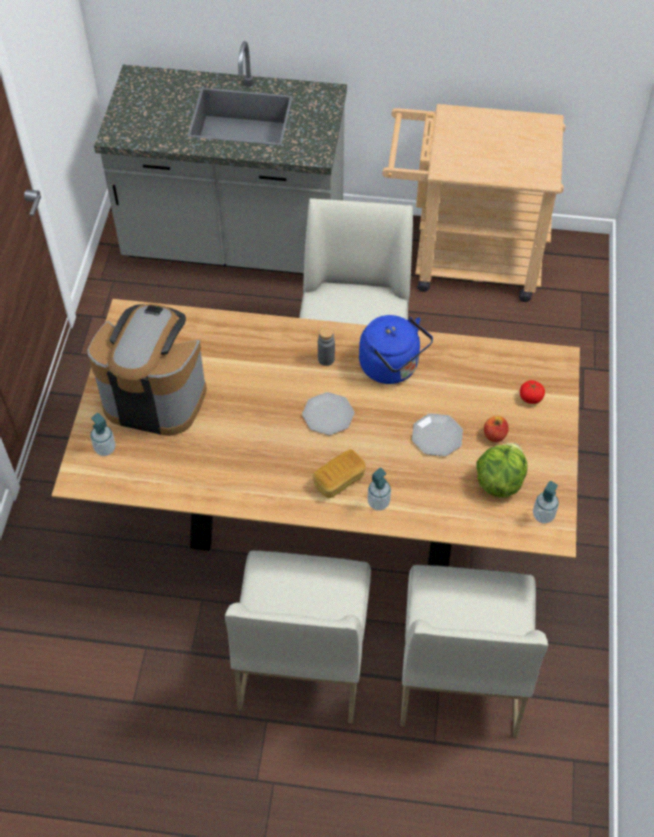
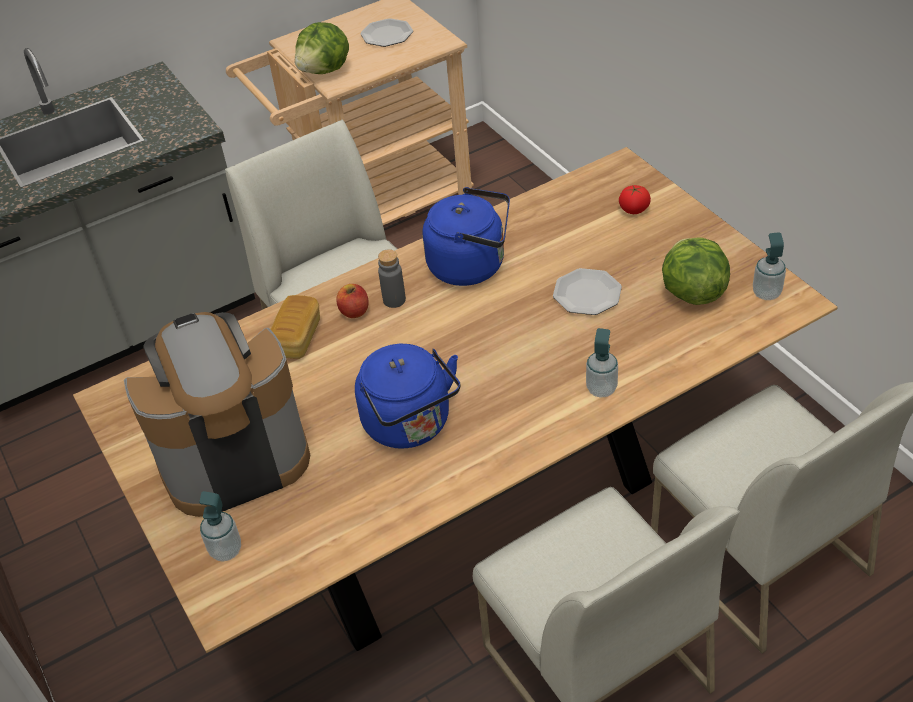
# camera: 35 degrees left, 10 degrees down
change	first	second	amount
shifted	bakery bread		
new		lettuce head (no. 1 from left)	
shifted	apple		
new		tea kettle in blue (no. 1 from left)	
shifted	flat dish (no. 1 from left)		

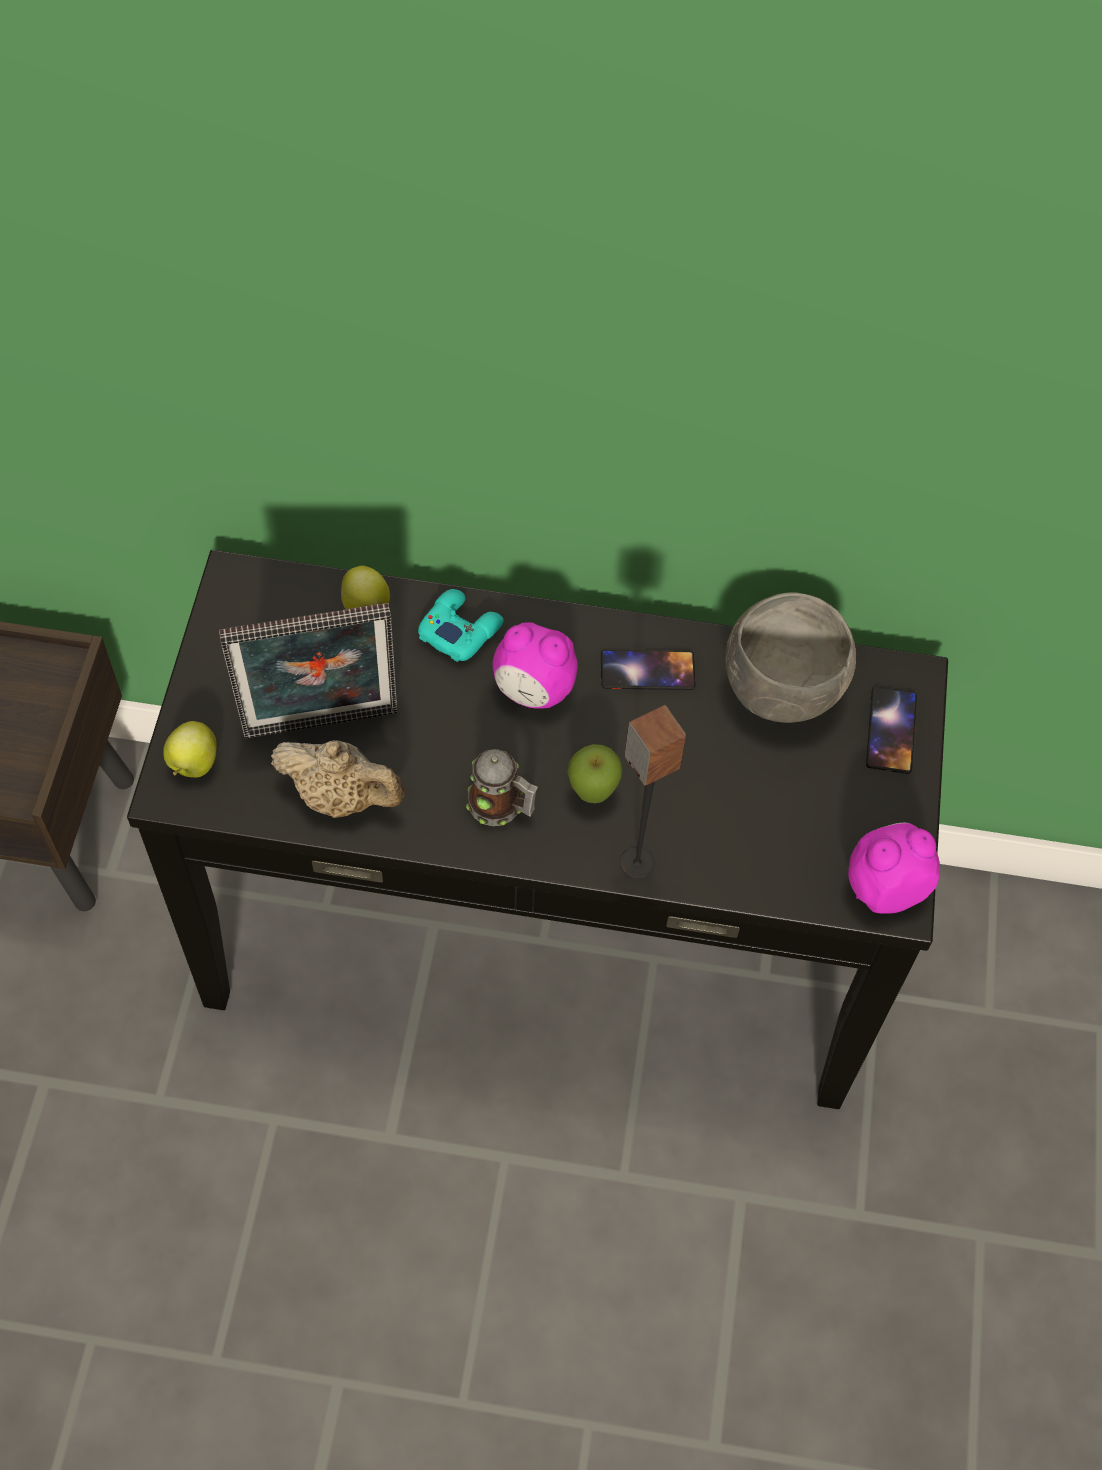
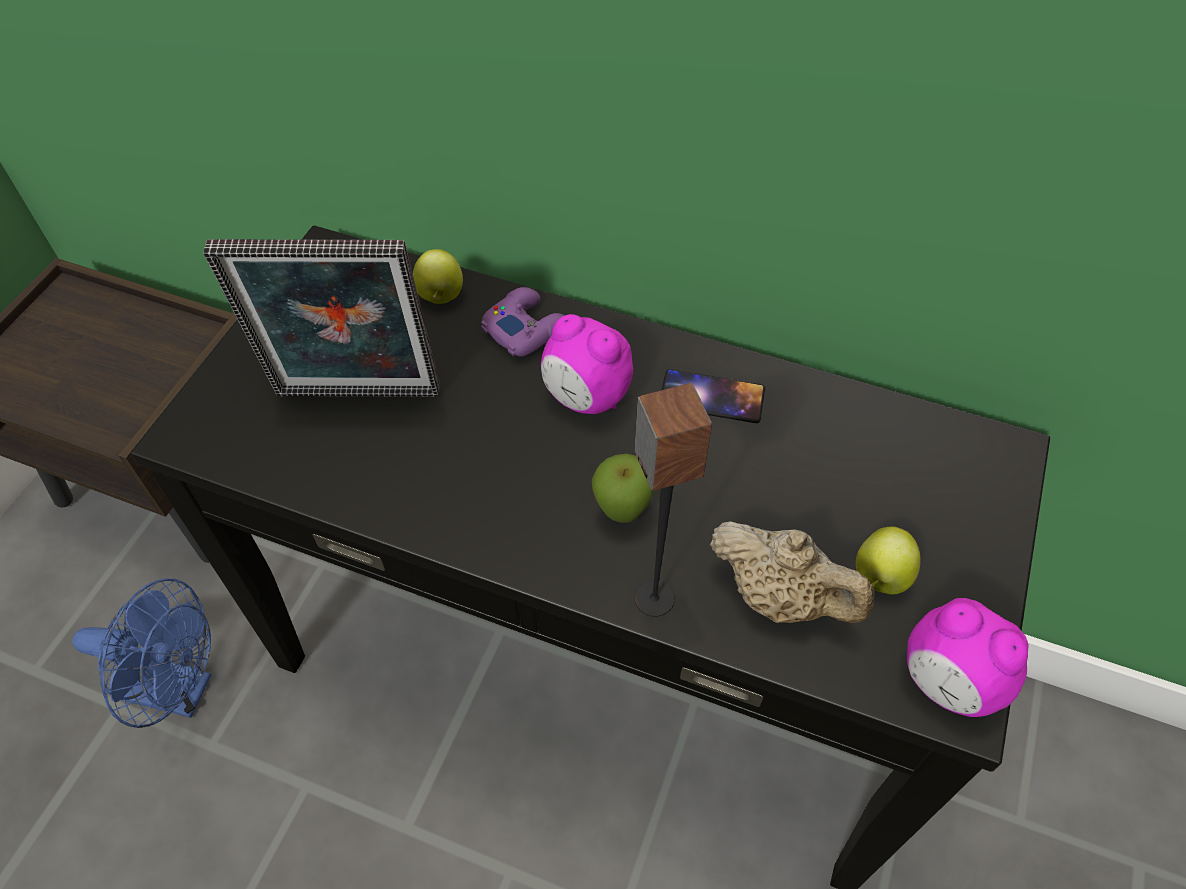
# camera: 15 degrees right, 5 degrees down
change	first	second	amount
new		fan in blue	
repainted	gamepad in turquoise	gamepad in purple-coloured	
shifted	pot for tea in beige-coloured		
shifted	apple (no. 1 from left in the first image)	apple (no. 3 from left)	
rotated	bedside clock (no. 2 from left)		135 degrees counterclockwise
gone	mug		
gone	bowl in greyish		
gone	telephone (no. 2 from left)		

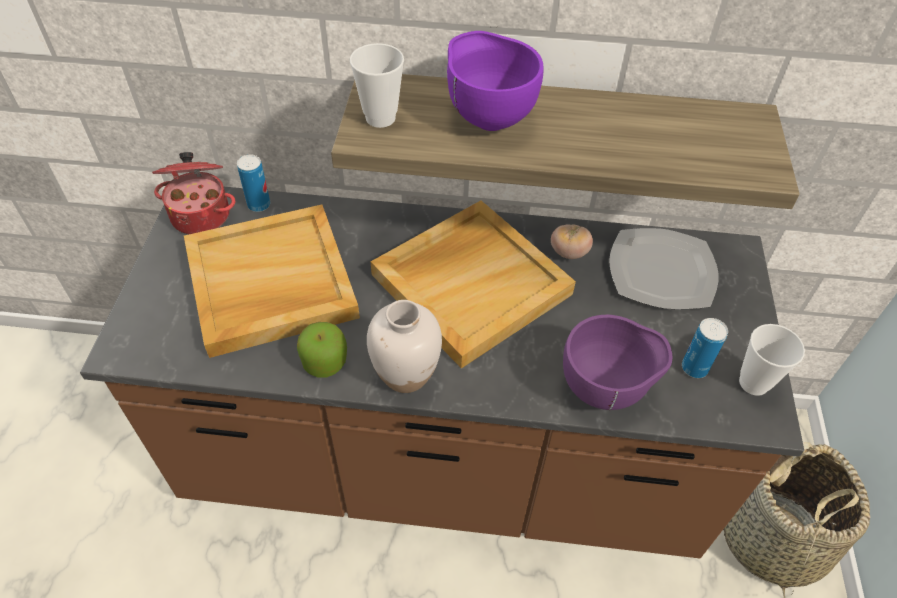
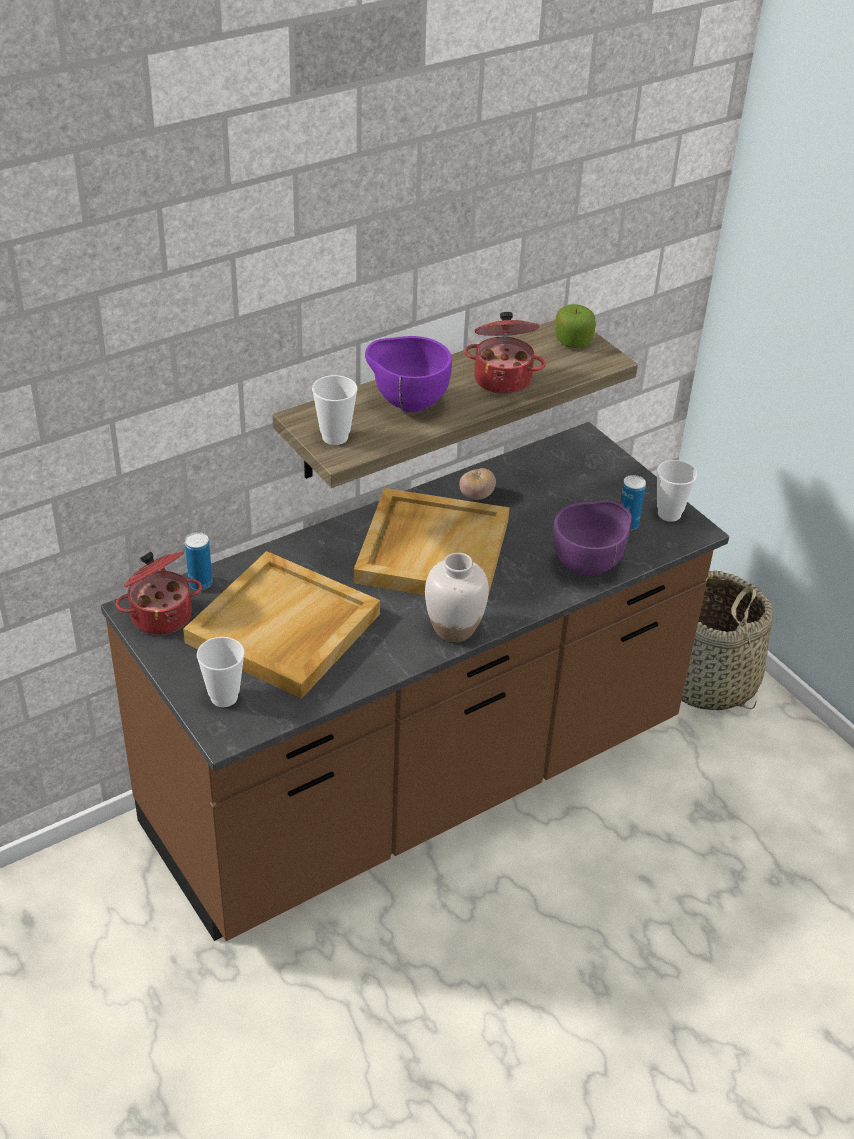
# camera: 40 degrees left, 10 degrees down
change	first	second	amount
new		drinking cup (no. 1 from left)	
new		stockpot (no. 2 from left)	
shifted	apple		
gone	flat dish		

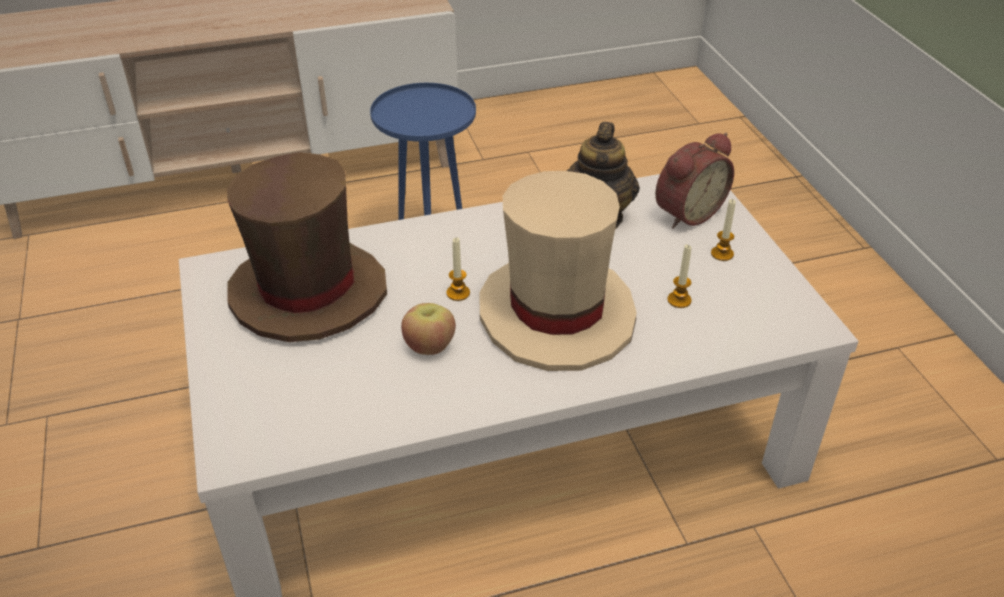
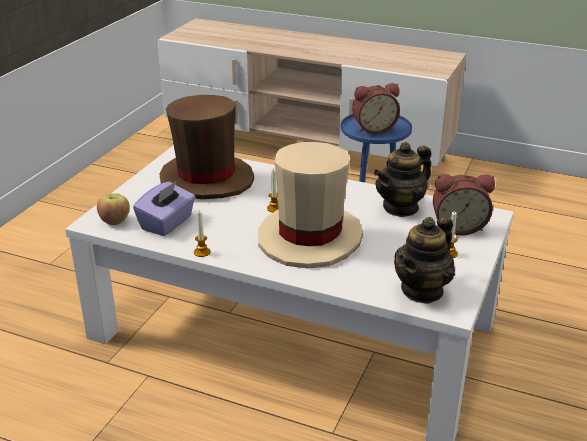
# camera: 40 degrees right, 10 degrees down
change	first	second	amount
shifted	apple		
new		box of tissues in purple-coloured	
shifted	candle (no. 2 from left in the first image)	candle (no. 1 from left)	
new		bedside clock (no. 1 from left)	
new		pot for tea (no. 2 from left)	

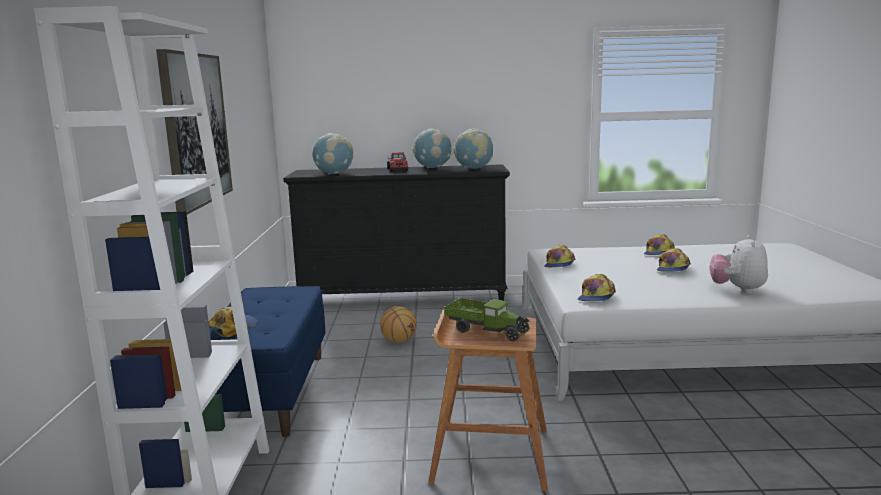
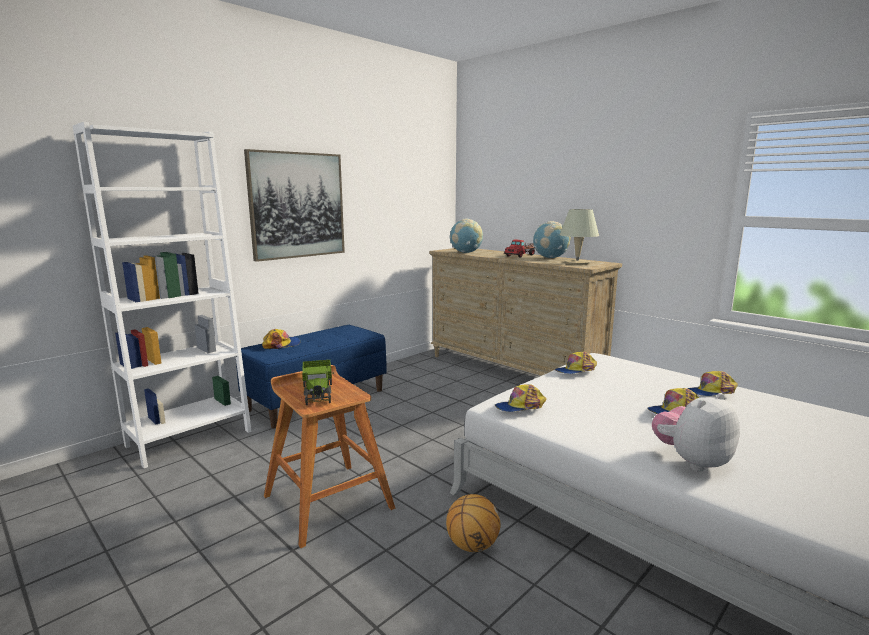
# camera: 45 degrees right, 0 degrees up
change	first	second	amount
repainted	drawer chest in black	drawer chest in beige-coloured	
shifted	basketball ball		
swapped	globe (no. 3 from left)	lamp for a table in beige-coloured	

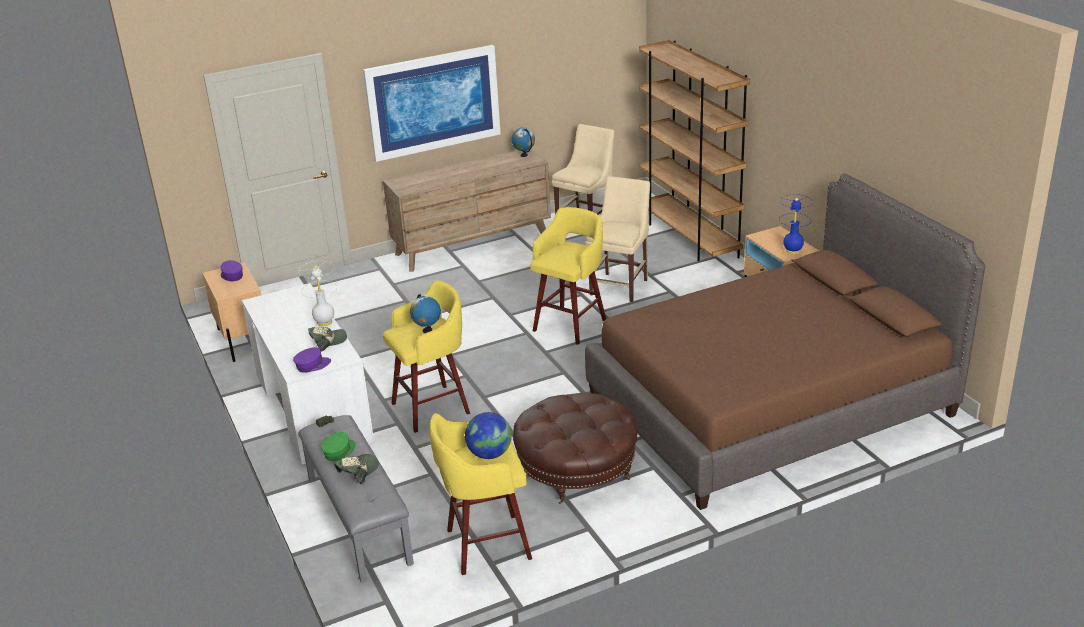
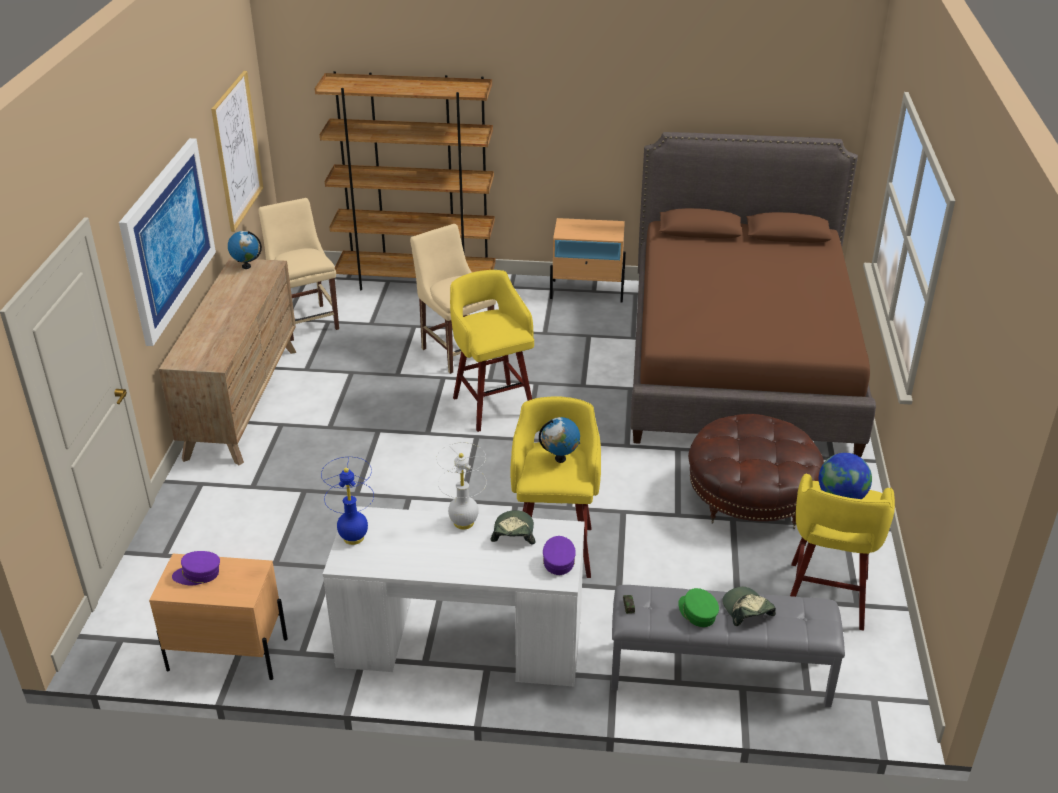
# camera: 60 degrees left, 5 degrees up
change	first	second	amount
new		wall picture (no. 2 from left)	
shifted	lamp for a table in blue		

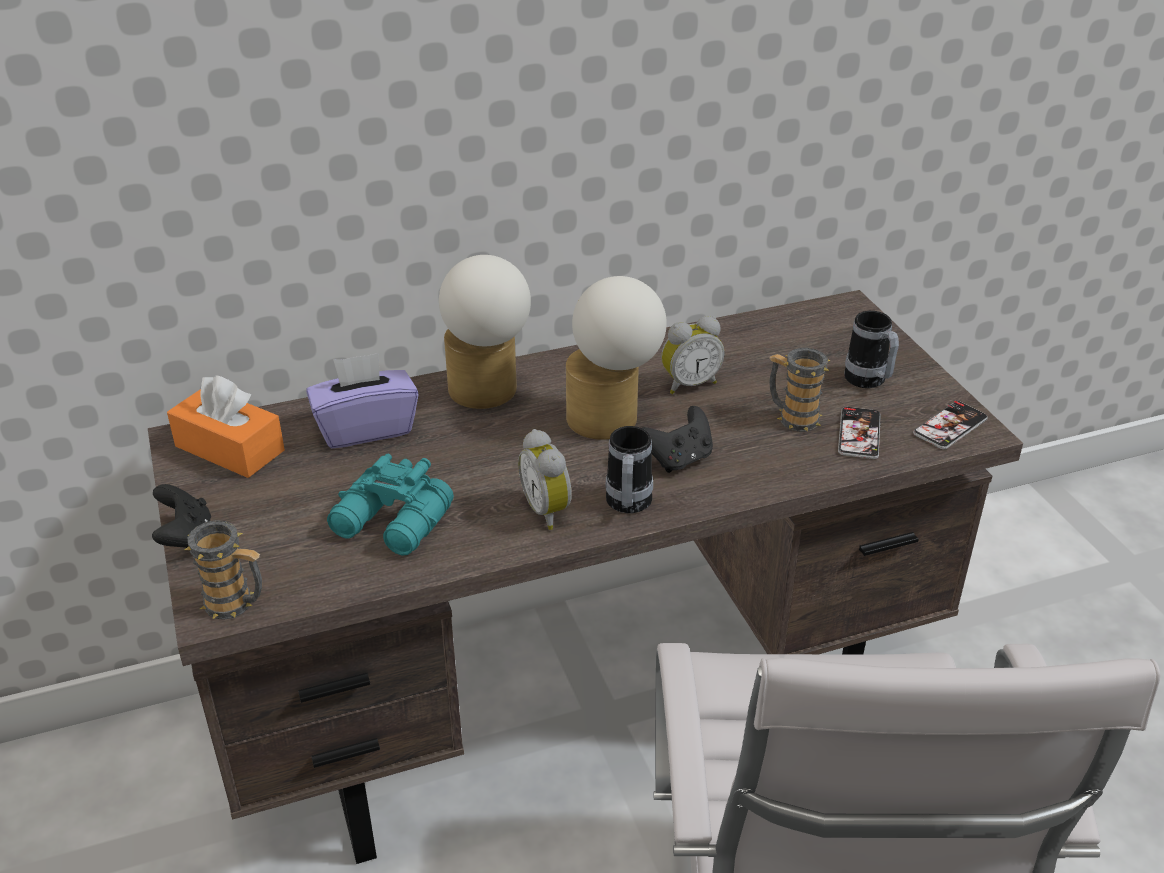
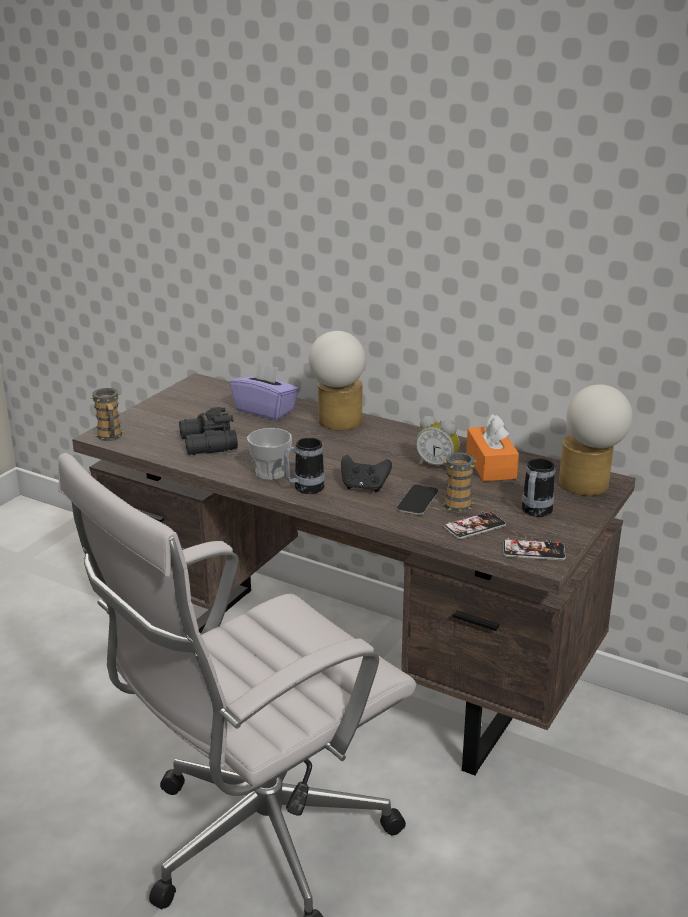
# camera: 50 degrees right, 10 degrees down
change	first	second	amount
repainted	pair of binoculars in turquoise	pair of binoculars in black	
swapped	bedside clock (no. 1 from left)	drinking cup	
new		telephone (no. 1 from left)	
shifted	box of tissues in orangey		
shifted	lamp for a table (no. 2 from left)		
gone	gamepad in black (no. 1 from left)		

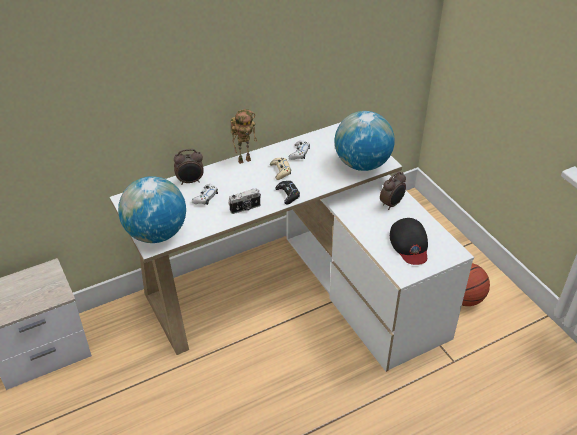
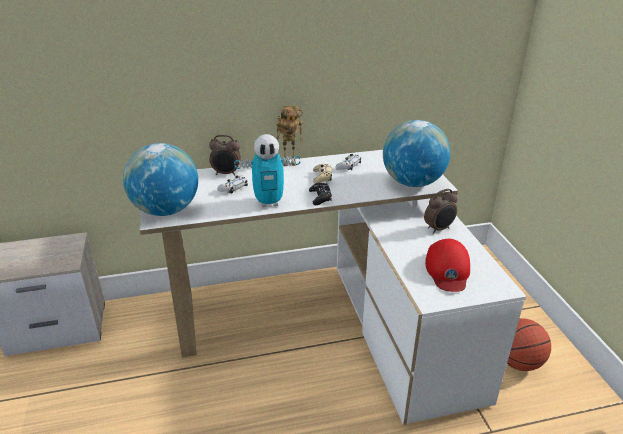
# camera: 15 degrees right, 10 degrees down
change	first	second	amount
swapped	still camera	model robot (no. 1 from left)	
repainted	peaked cap in black	peaked cap in reddish	

